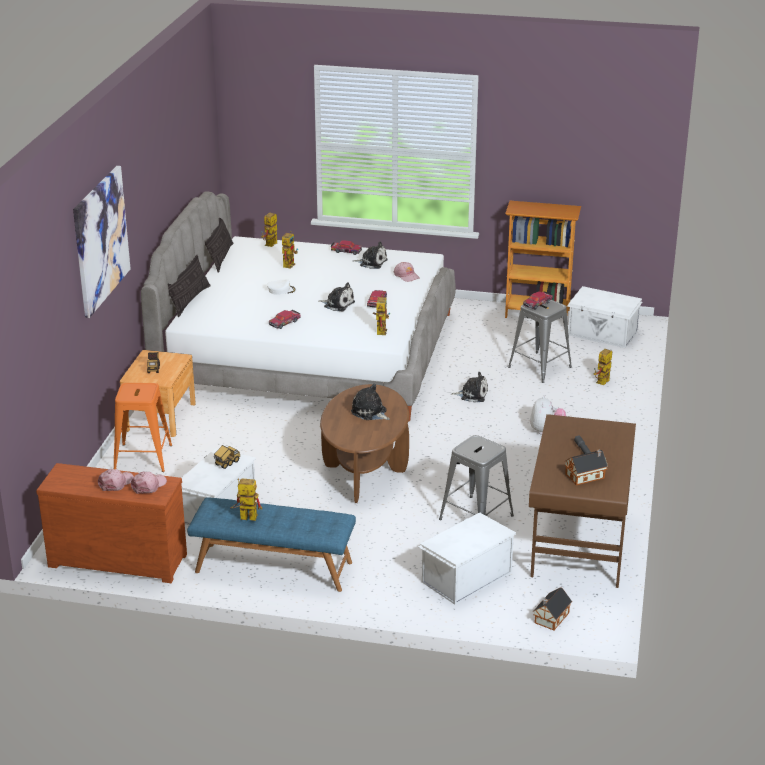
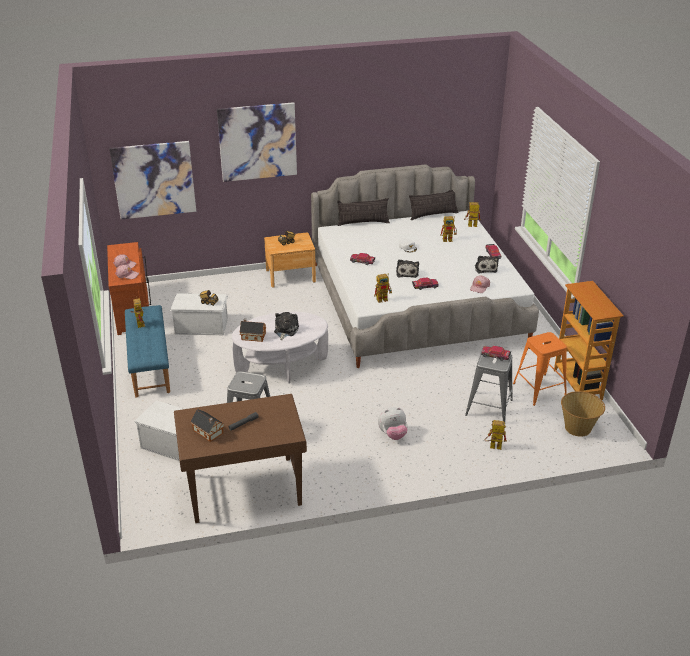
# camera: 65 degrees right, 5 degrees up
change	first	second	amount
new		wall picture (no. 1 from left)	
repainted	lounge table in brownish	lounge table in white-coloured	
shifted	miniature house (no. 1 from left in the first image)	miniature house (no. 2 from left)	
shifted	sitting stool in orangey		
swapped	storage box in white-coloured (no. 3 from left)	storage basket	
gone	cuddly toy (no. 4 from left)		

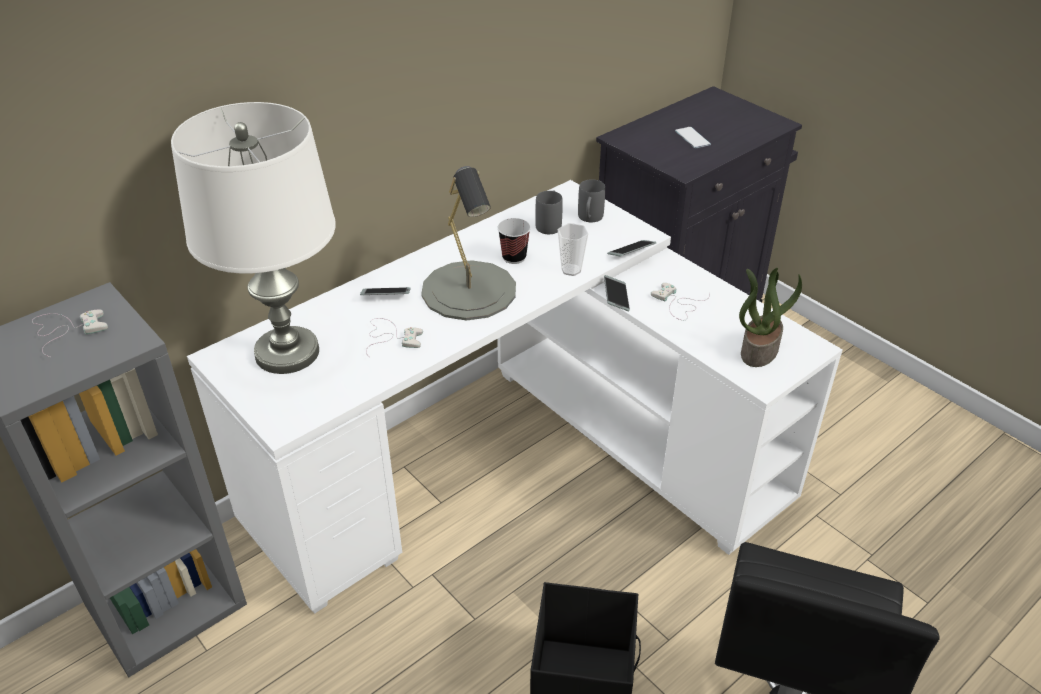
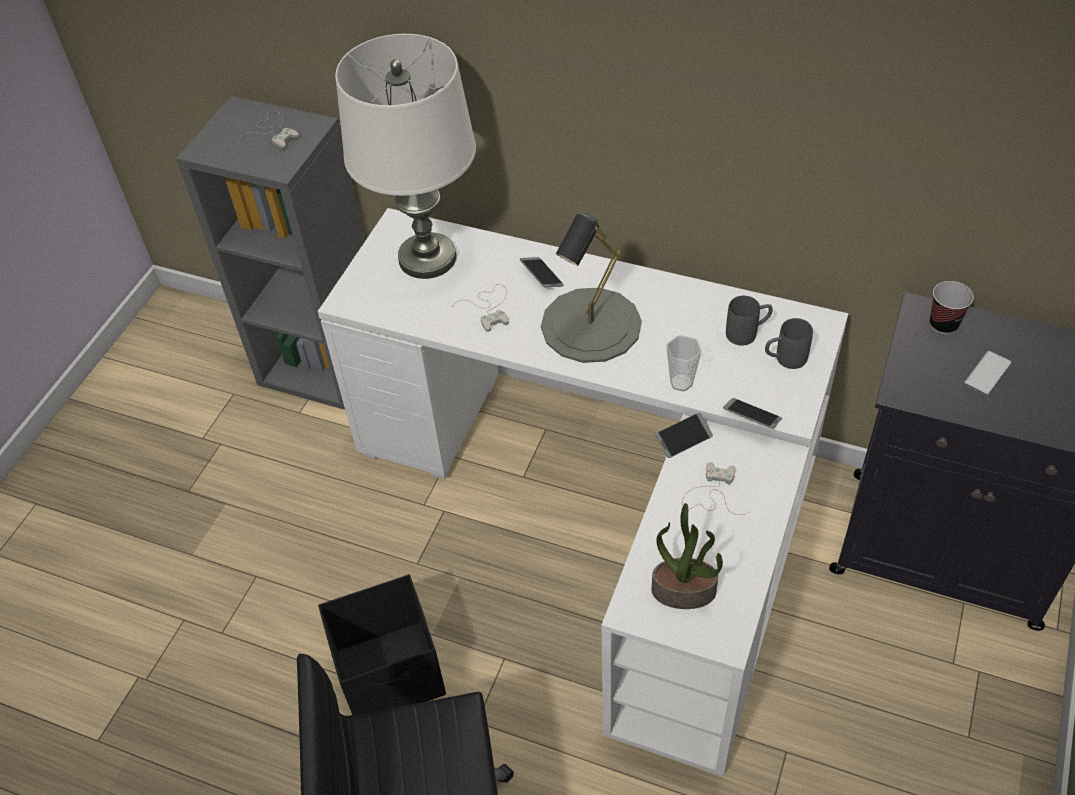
# camera: 65 degrees right, 10 degrees up
change	first	second	amount
shifted	drinking cup (no. 1 from left in the first image)	drinking cup (no. 2 from left)	

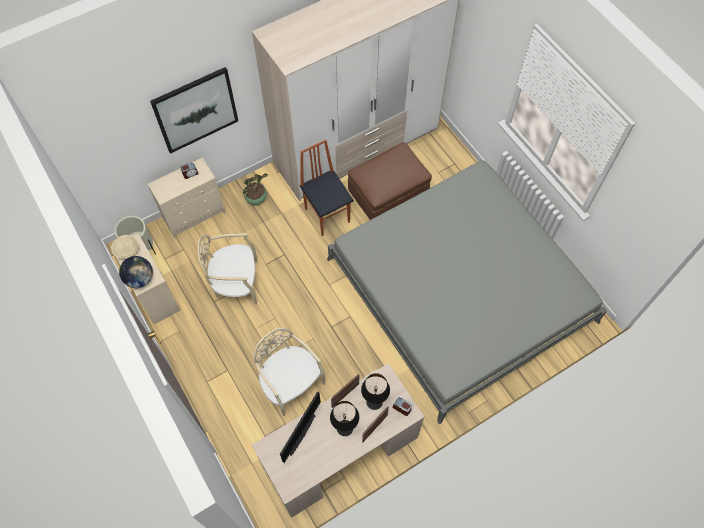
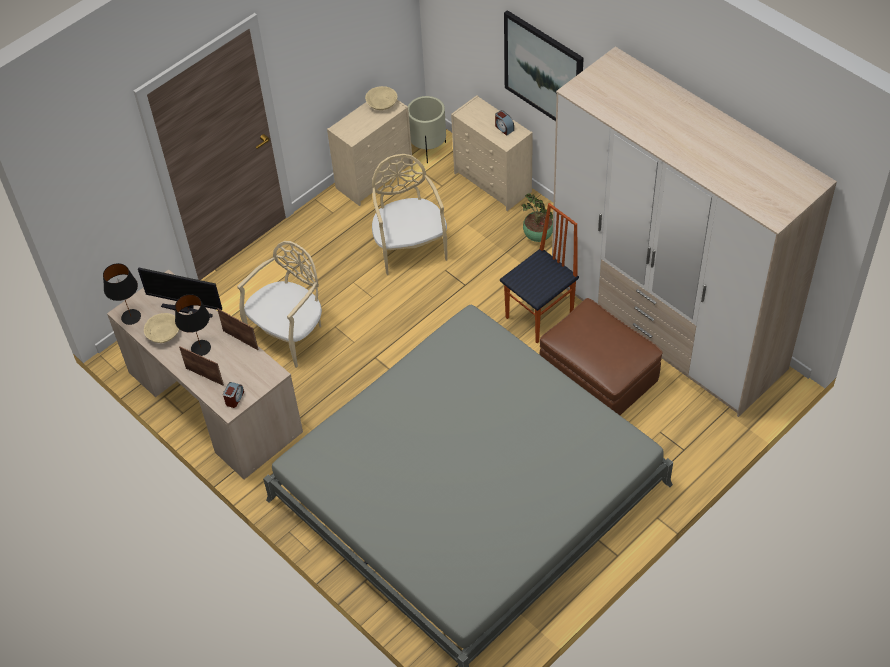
# camera: 80 degrees right, 10 degrees down
change	first	second	amount
shifted	lamp for a table in black (no. 2 from left in the first image)	lamp for a table in black (no. 1 from left)	
new		bowl in beige-coloured (no. 1 from left)	
gone	globe		

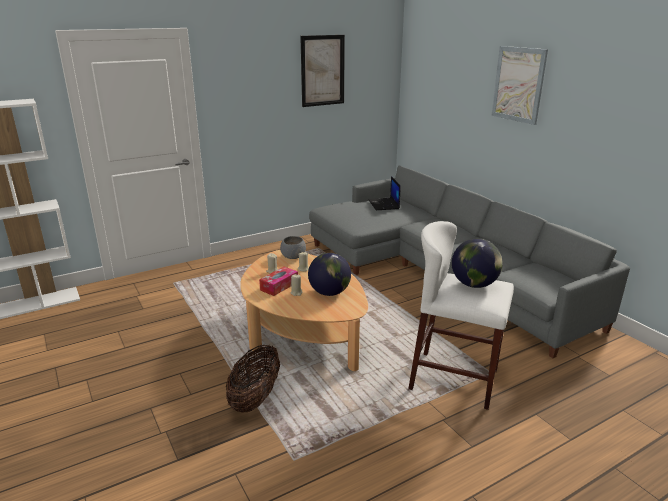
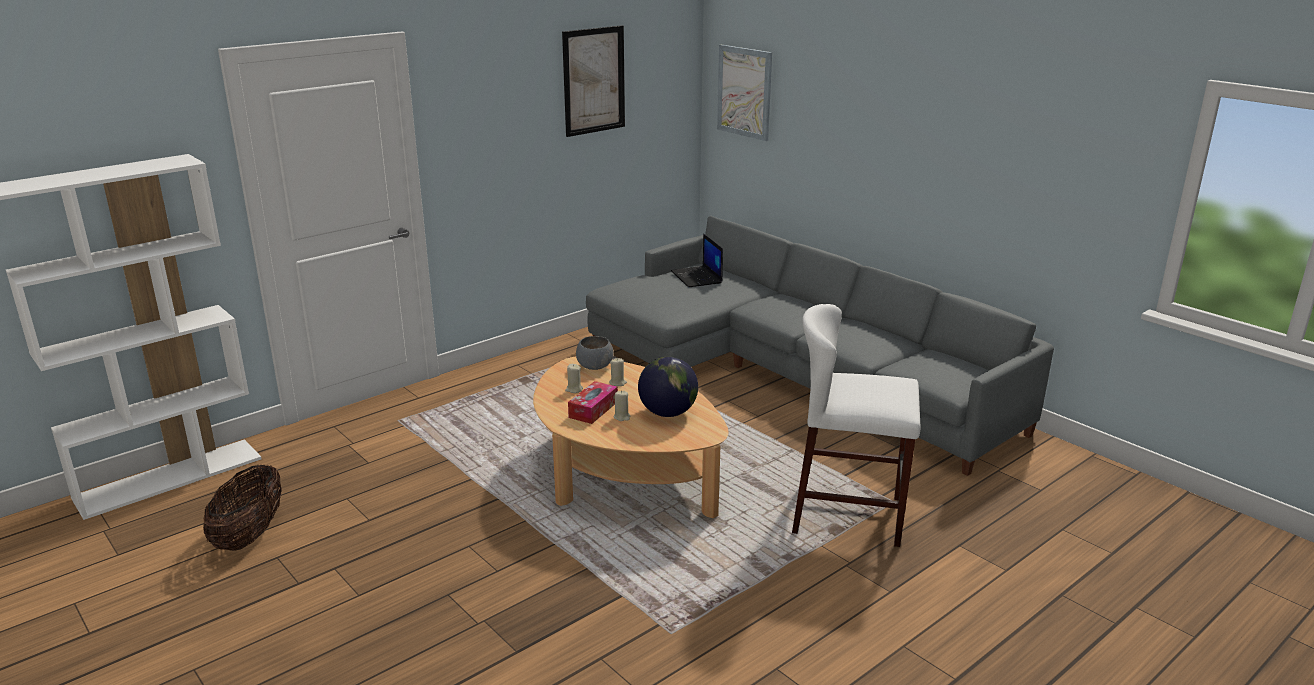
# camera: 10 degrees left, 0 degrees up
change	first	second	amount
shifted	storage basket		
shifted	wall picture (no. 2 from left)		
gone	globe (no. 2 from left)		

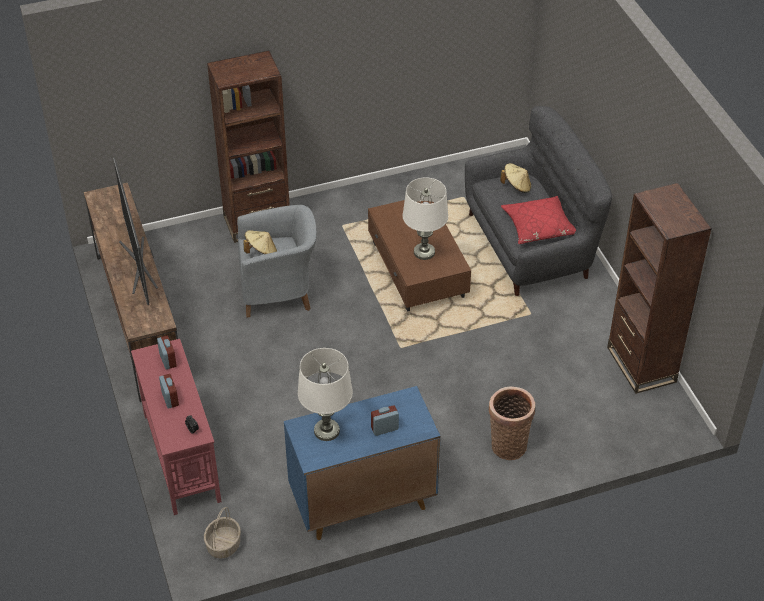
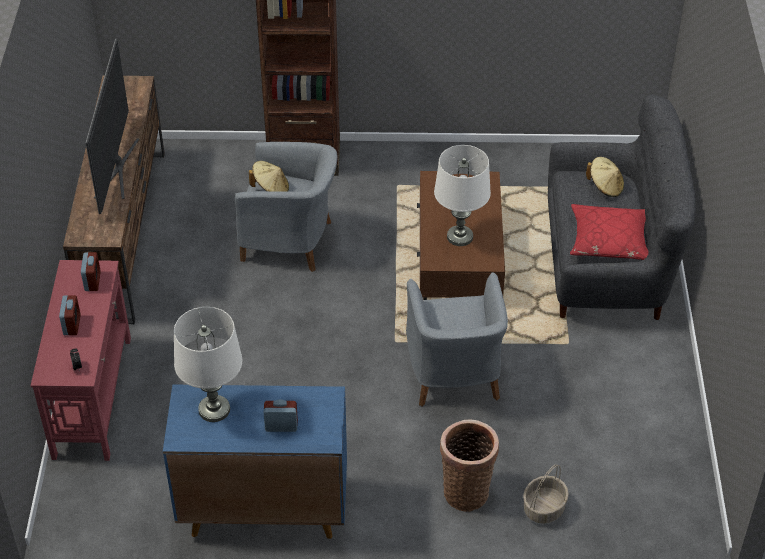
# camera: 20 degrees right, 0 degrees up
change	first	second	amount
new		easy chair in greyish (no. 2 from left)	
shifted	storage basket (no. 1 from left in the first image)	storage basket (no. 2 from left)	
gone	shelving unit in brownish (no. 2 from left)		

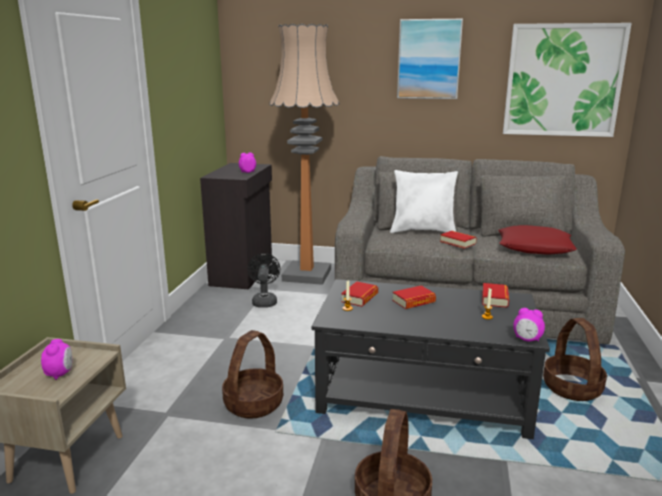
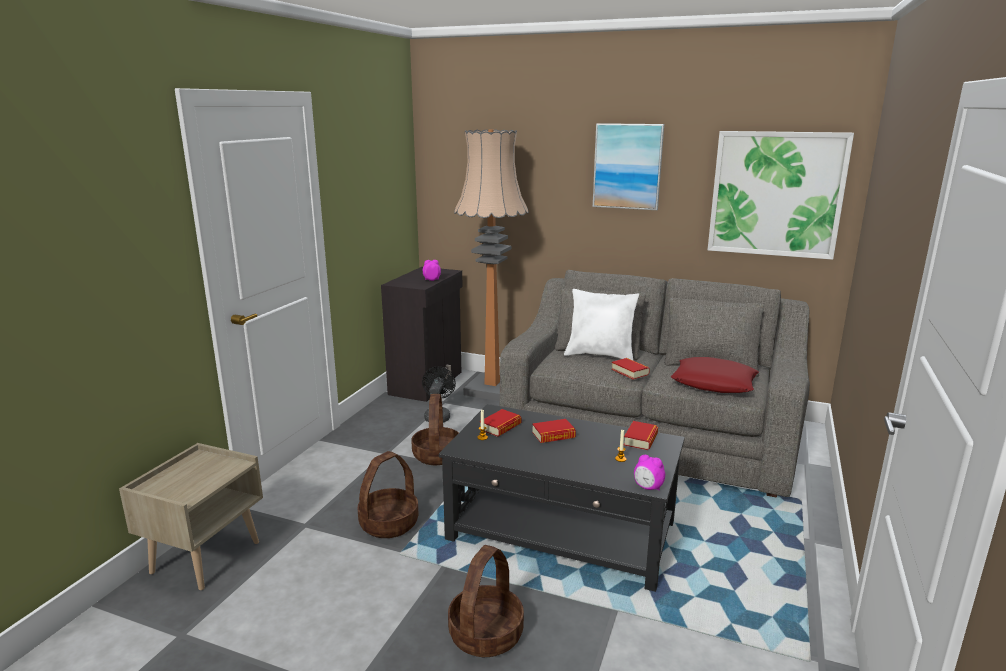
# camera: 10 degrees right, 0 degrees up
change	first	second	amount
shifted	storage basket (no. 3 from left in the first image)	storage basket (no. 2 from left)	
gone	bedside clock (no. 1 from left)		

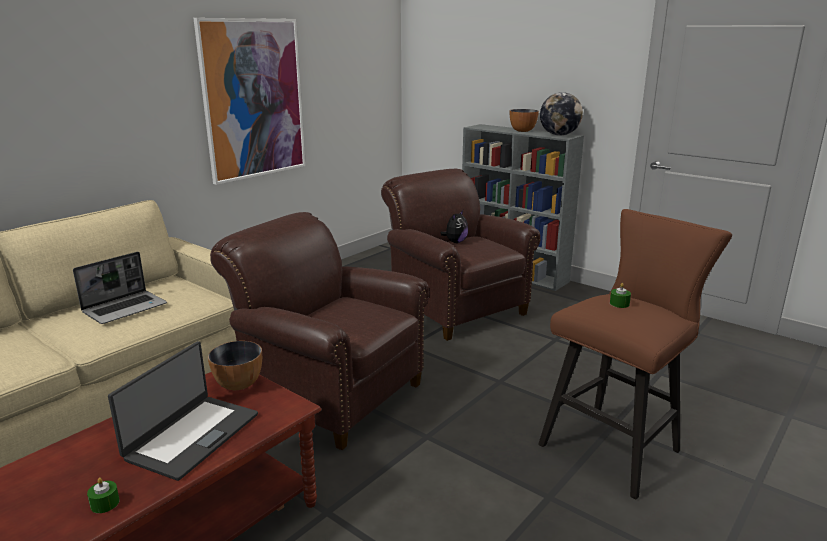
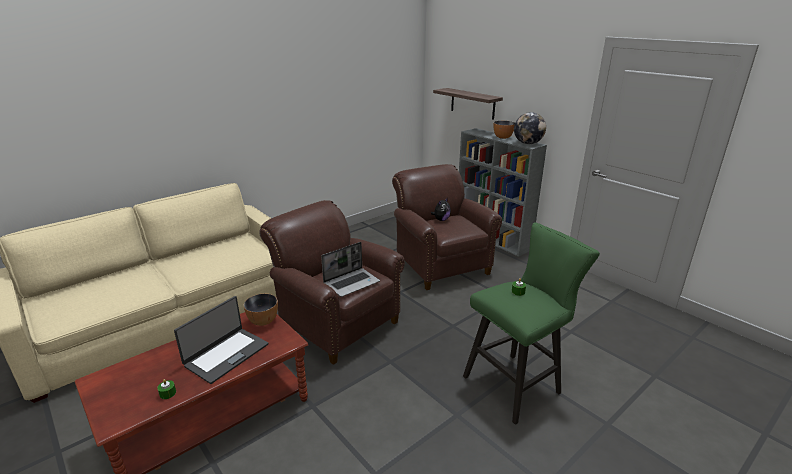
# camera: 10 degrees right, 5 degrees up
change	first	second	amount
shifted	notebook computer (no. 1 from left in the first image)	notebook computer (no. 2 from left)	
new		wall shelf	
repainted	sitting stool in brownish	sitting stool in green	
gone	wall picture		

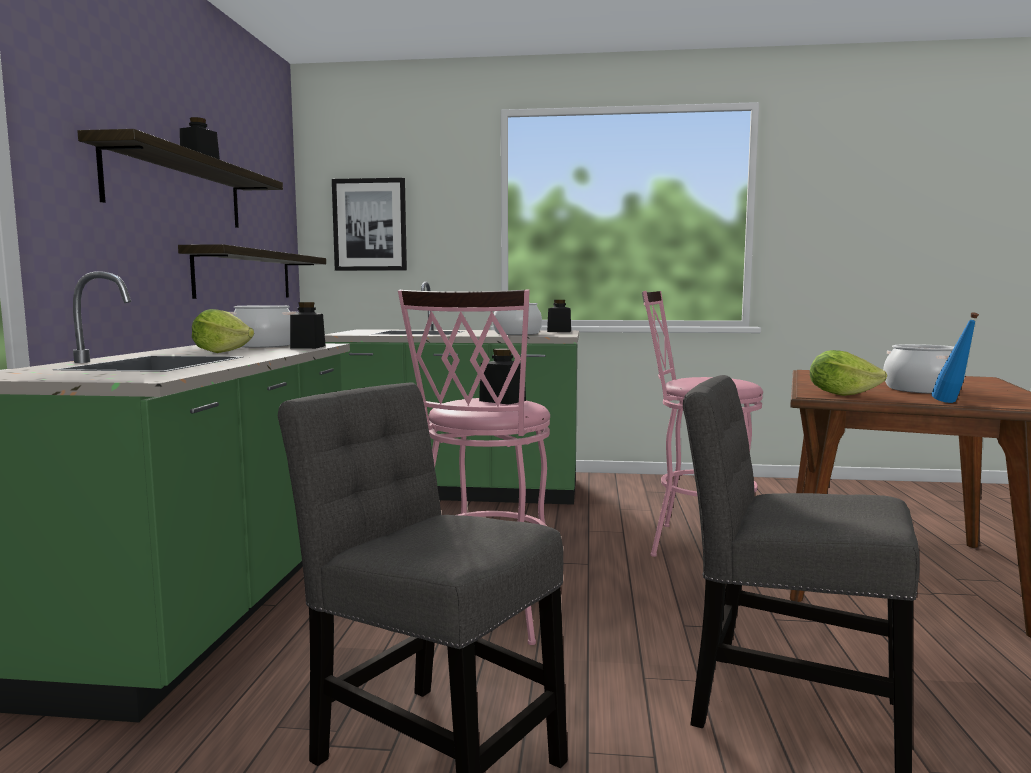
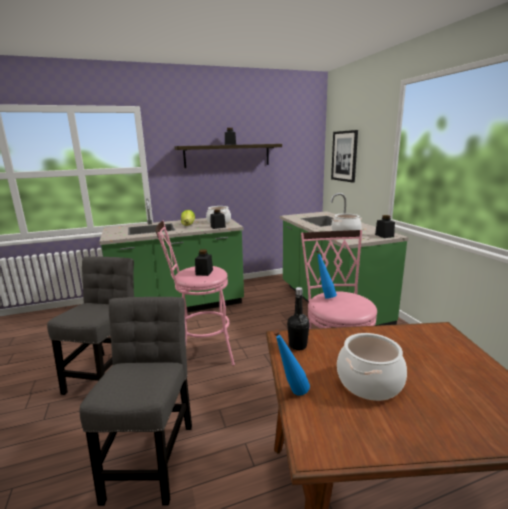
# camera: 65 degrees right, 10 degrees up
change	first	second	amount
swapped	lettuce head (no. 2 from left)	beverage bottle in black	
new		beverage bottle in blue (no. 2 from left)	
gone	wall shelf (no. 2 from left)		

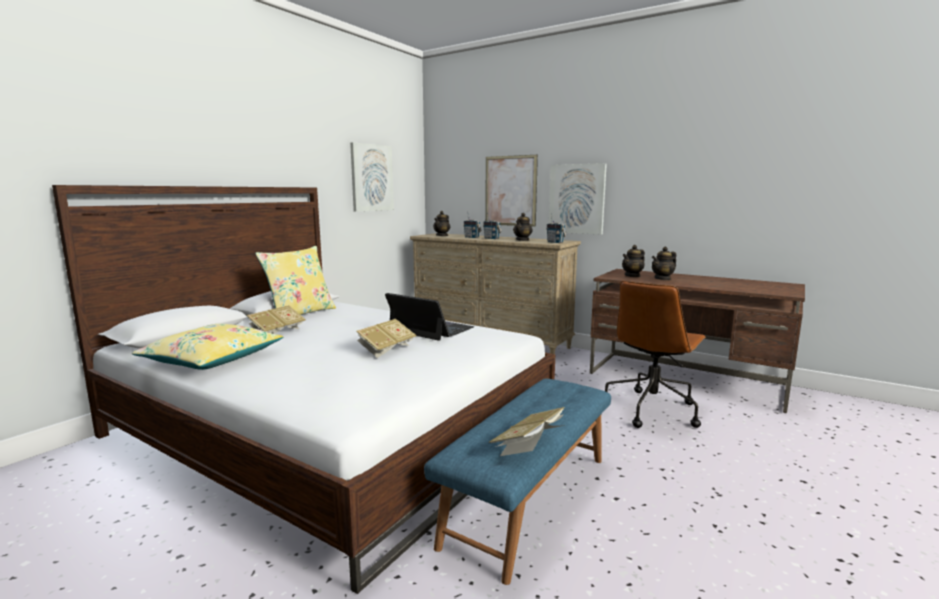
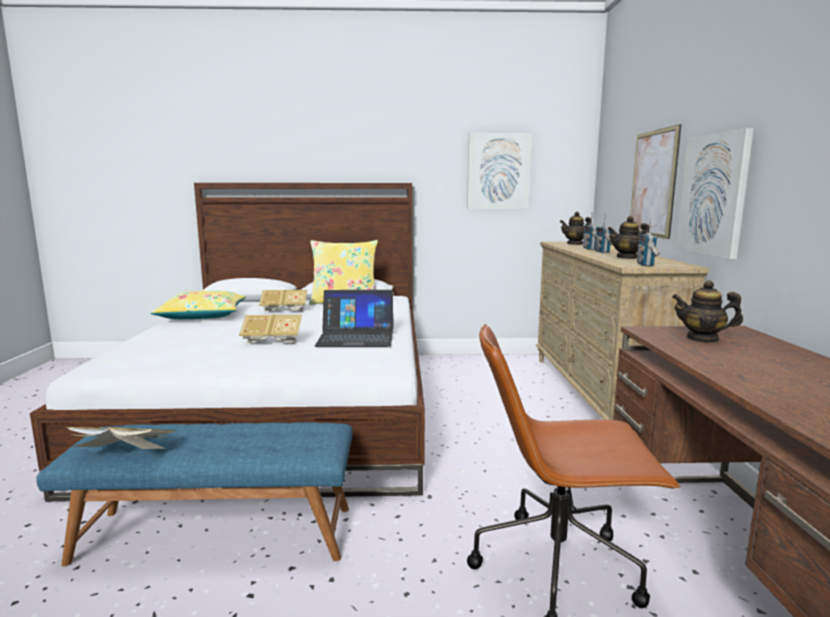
# camera: 55 degrees right, 0 degrees up
change	first	second	amount
rotated	notebook computer		90 degrees clockwise
gone	pot for tea (no. 4 from left)		

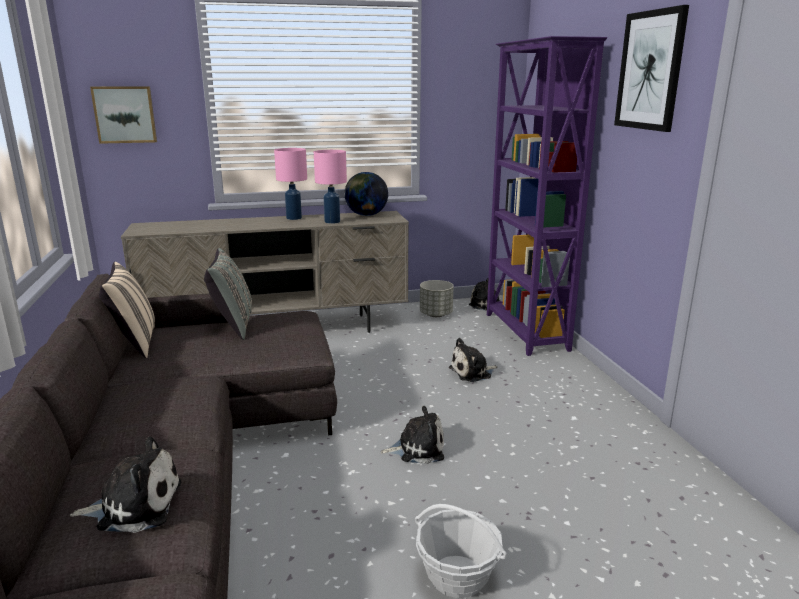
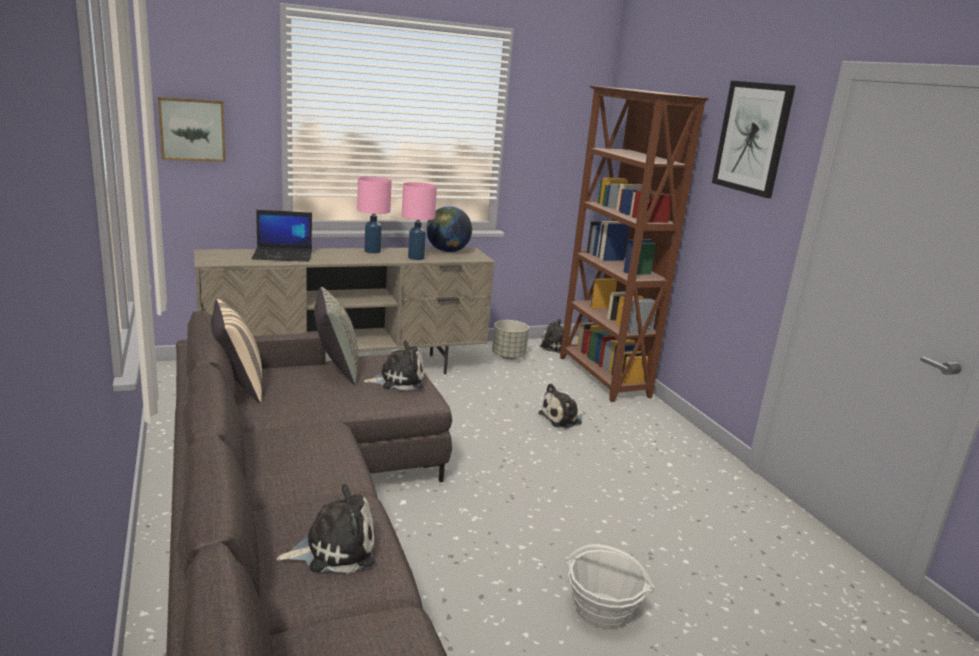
# camera: 10 degrees left, 0 degrees up
change	first	second	amount
new		notebook computer	
shifted	cuddly toy (no. 2 from left)		
repainted	shelving unit in purple-coloured	shelving unit in brownish	

